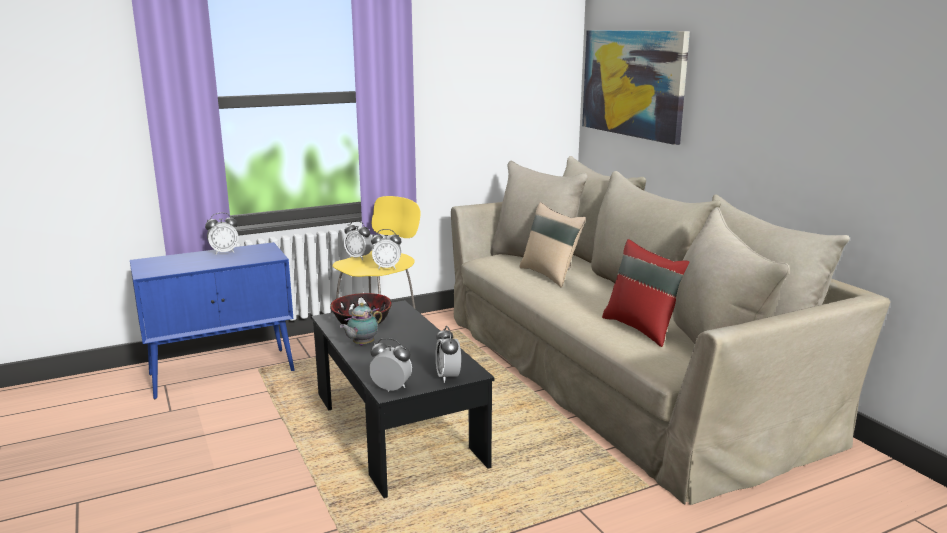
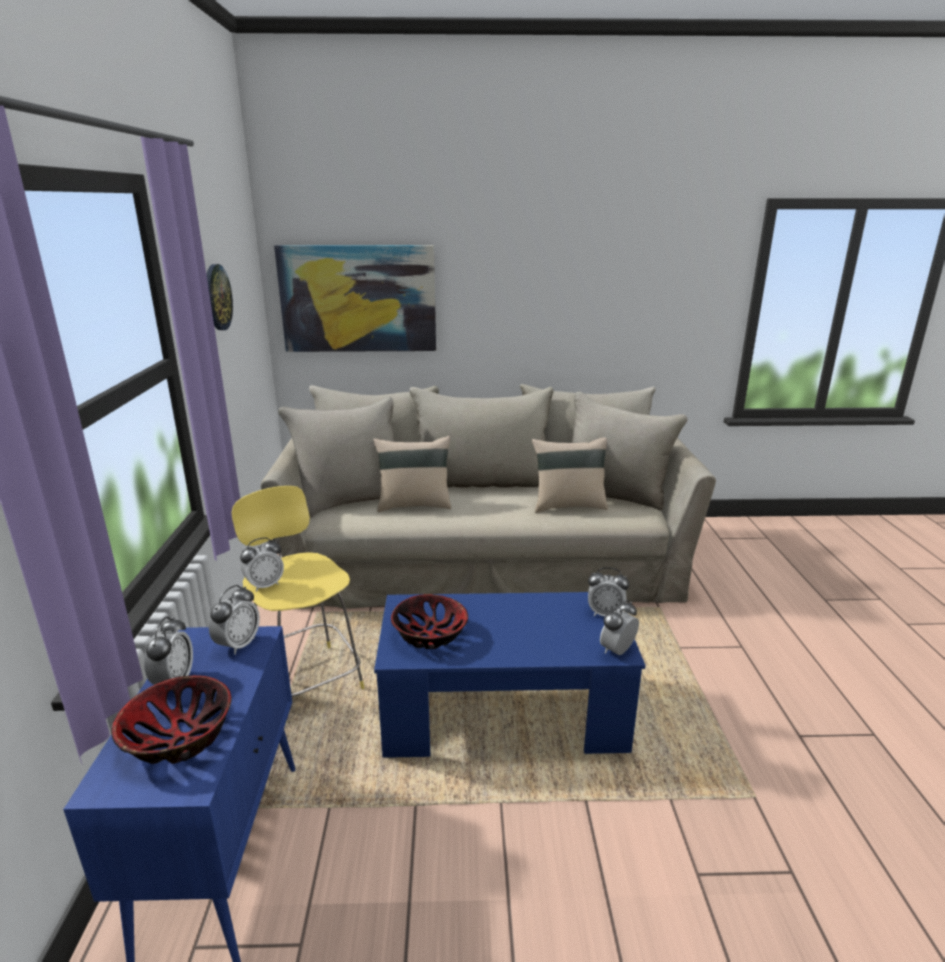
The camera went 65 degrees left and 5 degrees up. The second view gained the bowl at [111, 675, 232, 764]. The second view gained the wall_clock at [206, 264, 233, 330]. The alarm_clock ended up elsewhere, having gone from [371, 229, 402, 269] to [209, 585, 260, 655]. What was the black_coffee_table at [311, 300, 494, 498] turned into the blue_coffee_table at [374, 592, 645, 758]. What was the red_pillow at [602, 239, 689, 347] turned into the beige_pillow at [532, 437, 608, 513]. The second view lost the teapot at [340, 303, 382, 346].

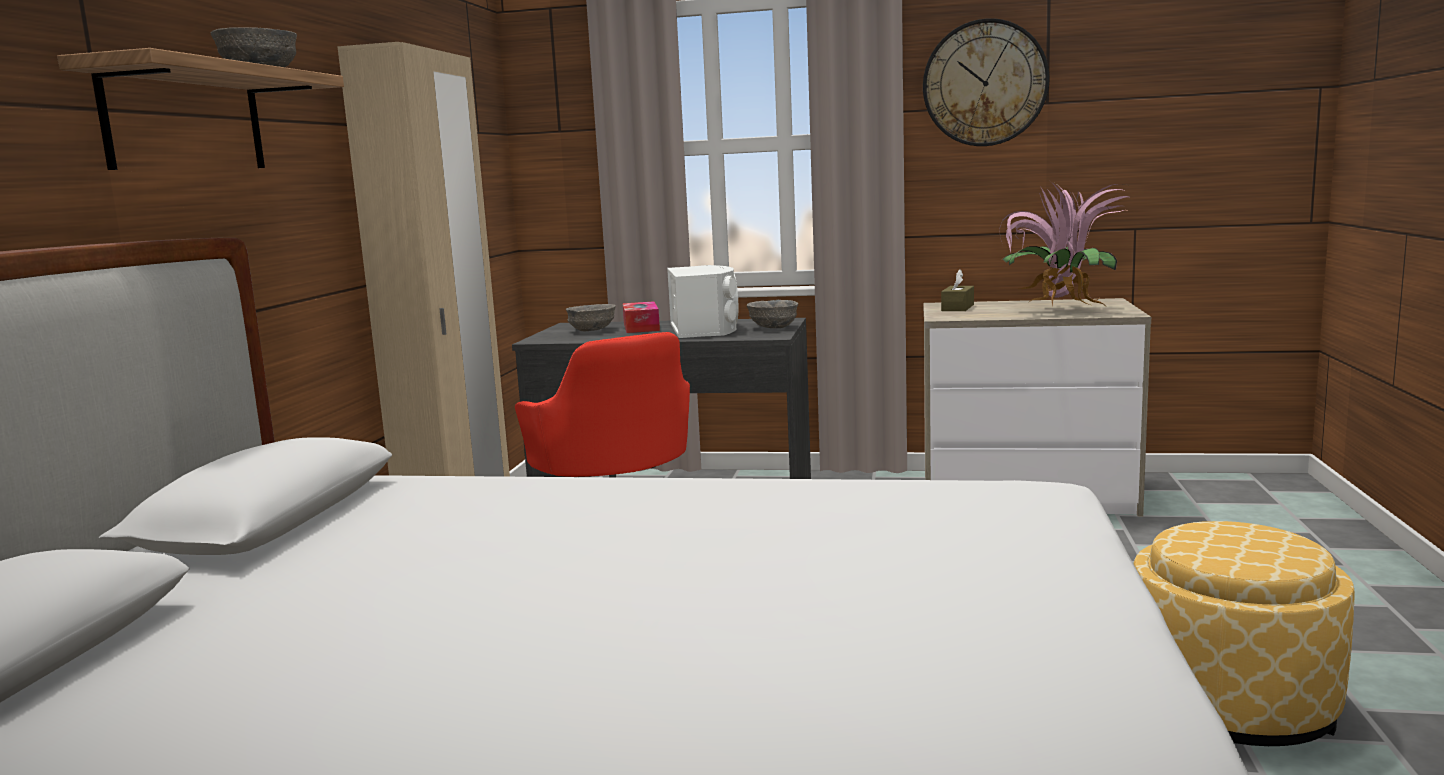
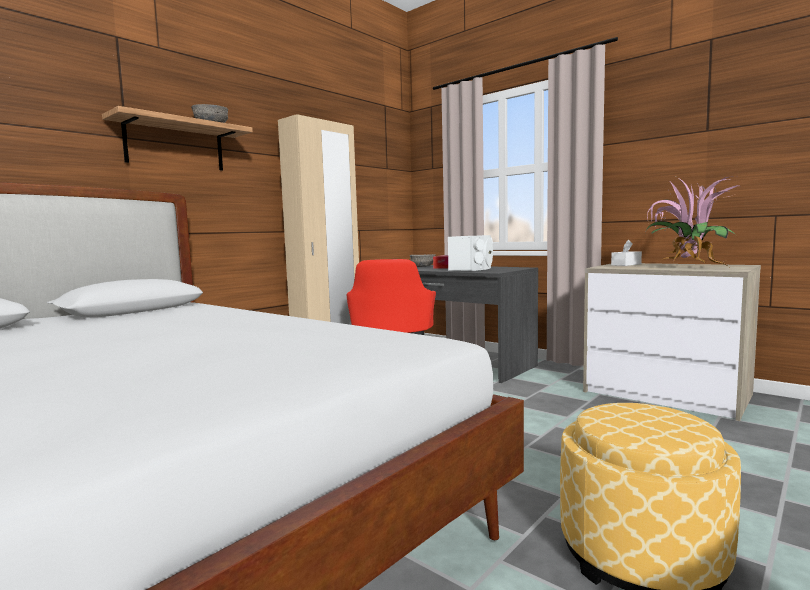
The camera went 30 degrees right and 5 degrees down. What was the brown_tissue_box at [941, 269, 974, 311] turned into the white_tissue_box at [611, 240, 642, 266]. The second view lost the grey_bowl at [747, 300, 798, 328]. The second view lost the wall_clock at [923, 18, 1049, 146].

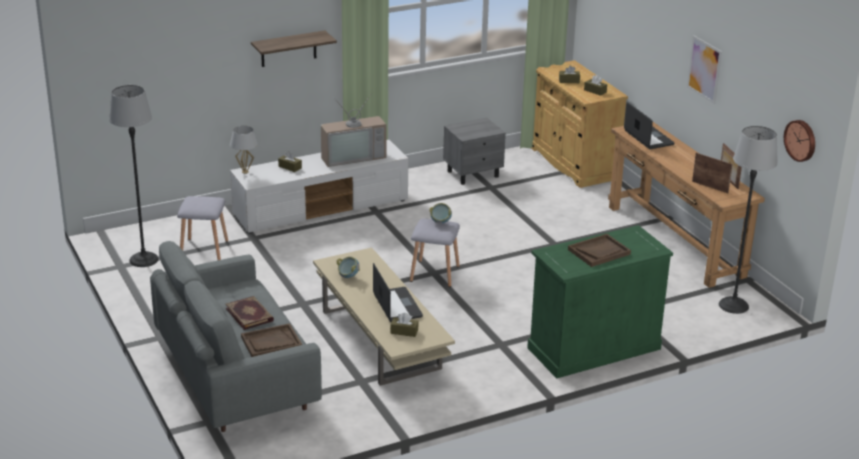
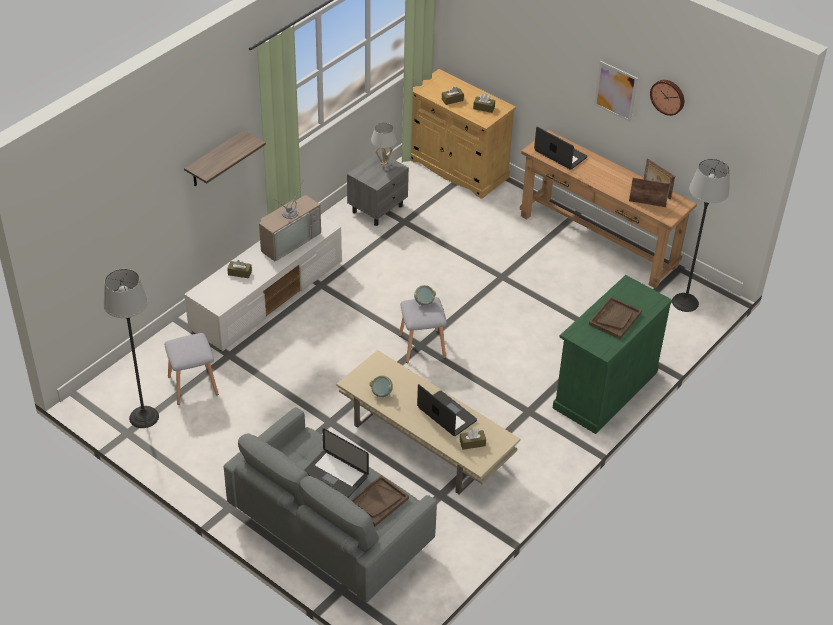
The camera went 25 degrees left and 15 degrees up. Where the book stood at [225, 296, 274, 330], the laptop came to stand at [304, 428, 369, 498]. The white_table_lamp ended up elsewhere, having gone from [230, 126, 258, 174] to [371, 123, 397, 165]. The wall_clock ended up elsewhere, having gone from [784, 120, 815, 162] to [650, 80, 684, 116].

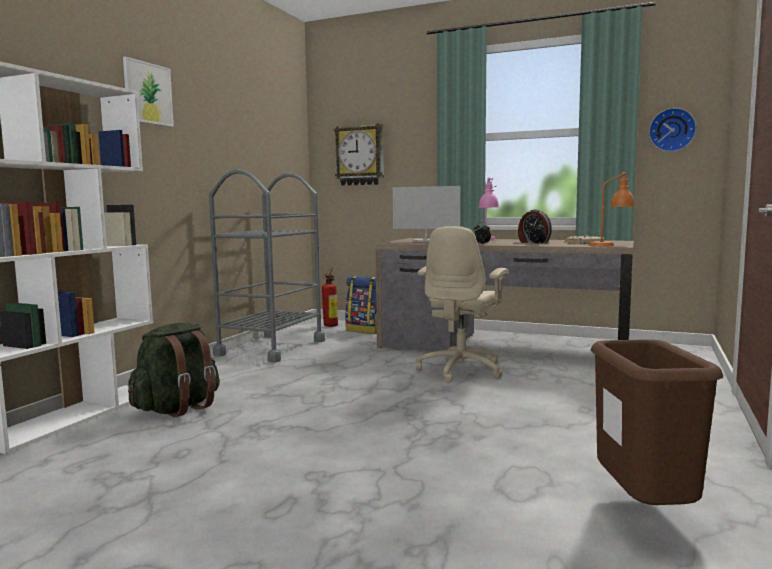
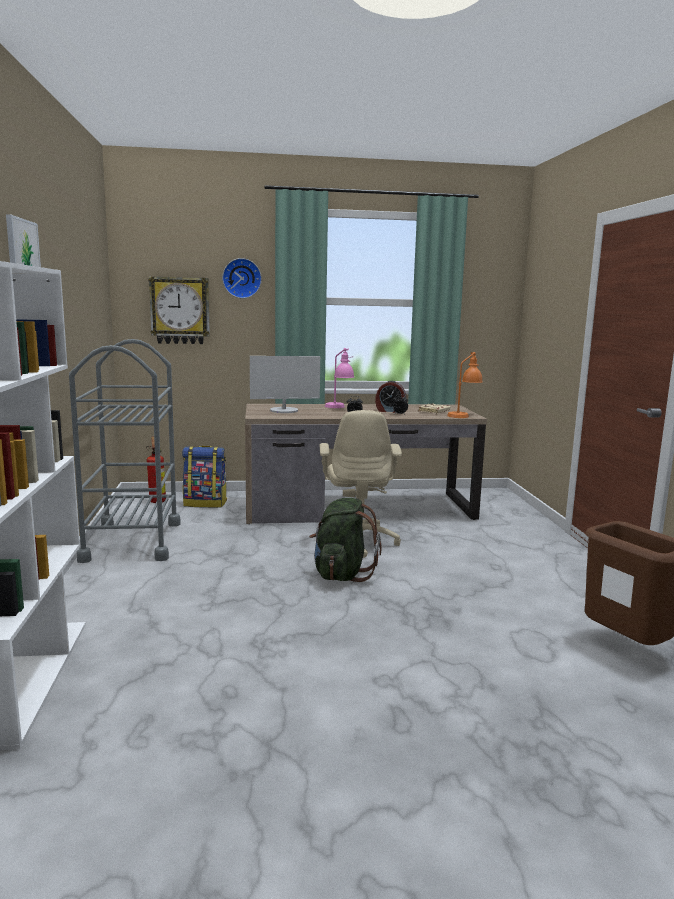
The camera went 30 degrees left and 5 degrees up. The wall_clock ended up elsewhere, having gone from [649, 108, 696, 152] to [222, 258, 262, 299]. The green_backpack ended up elsewhere, having gone from [128, 323, 220, 417] to [309, 498, 382, 582].

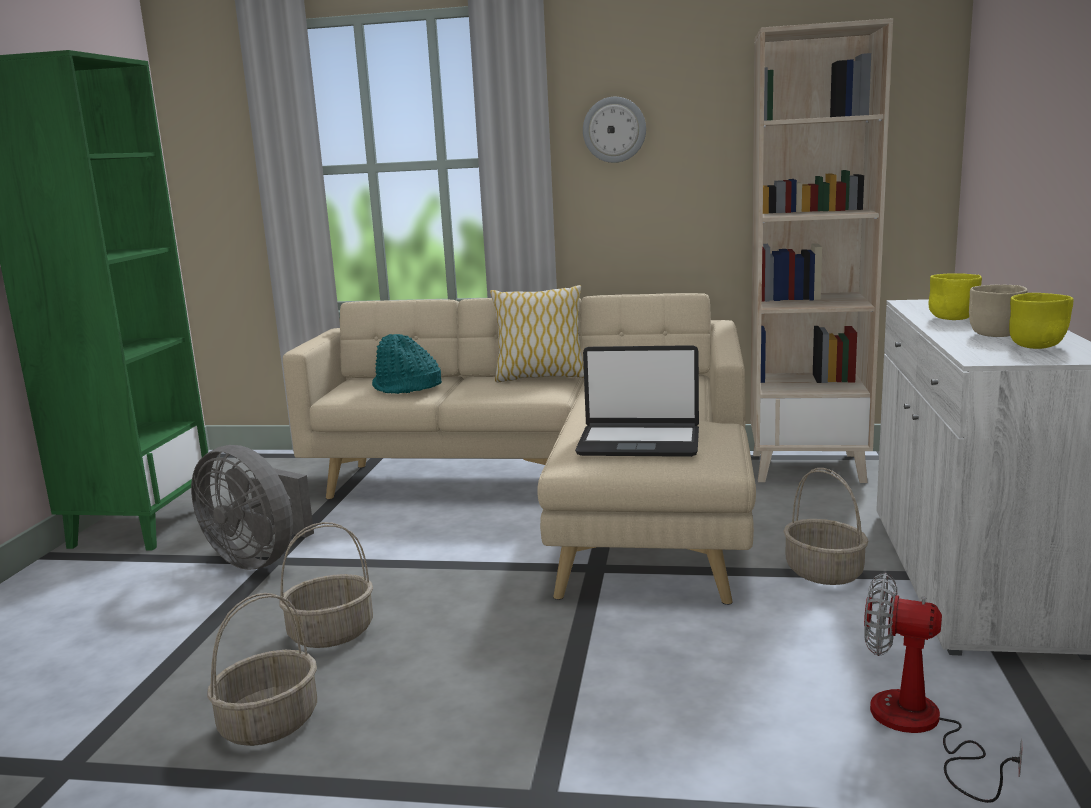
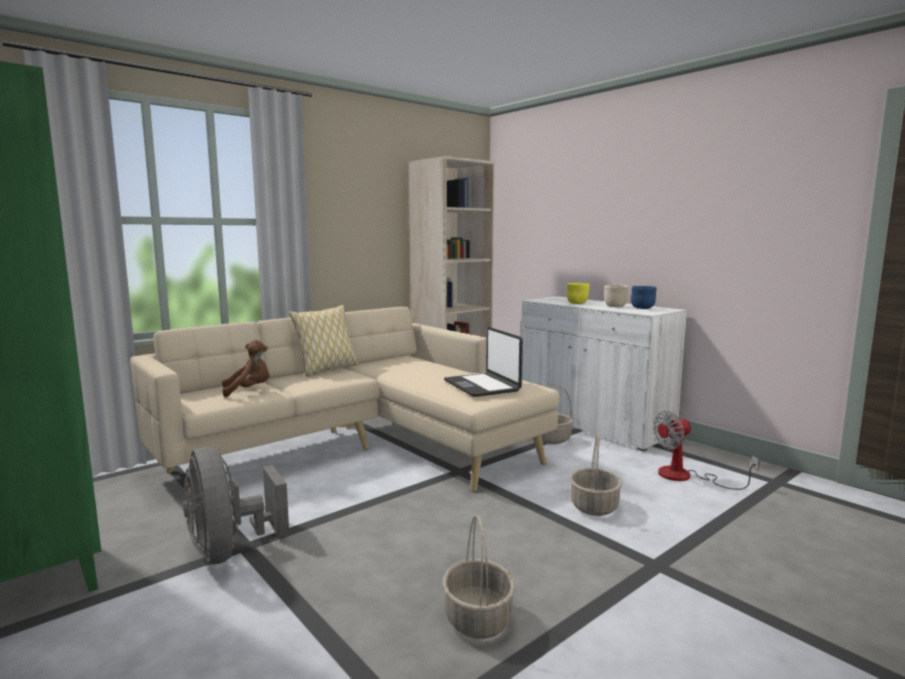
The camera went 50 degrees left and 5 degrees down. The grey_fan at [191, 445, 314, 570] ended up facing another way, 75 degrees clockwise from before. Where the turquoise_hat stood at [372, 334, 442, 394], the brown_plush_toy came to stand at [222, 340, 269, 397]. The laptop at [575, 345, 699, 457] ended up facing another way, 105 degrees clockwise from before. The basket ended up elsewhere, having gone from [280, 522, 373, 648] to [570, 432, 622, 516]. What was the yellow_bowl at [1009, 293, 1074, 349] turned into the blue_bowl at [631, 286, 656, 309]. The second view lost the wall_clock at [583, 97, 646, 163].

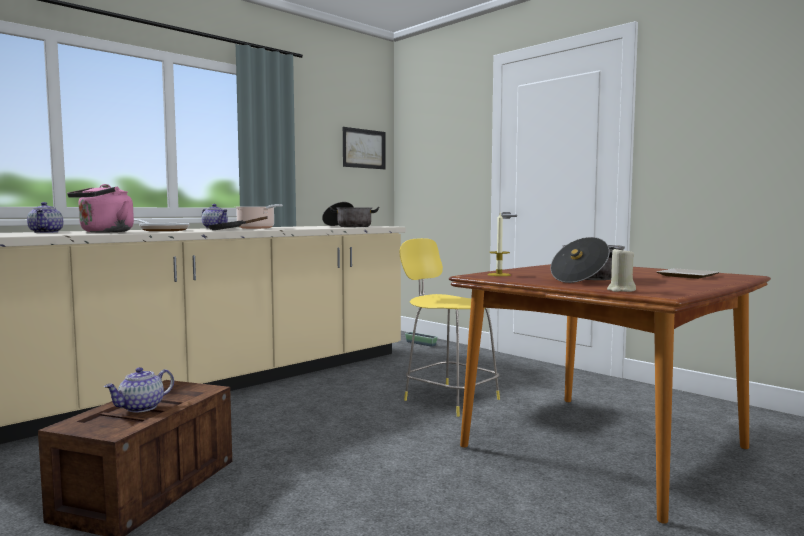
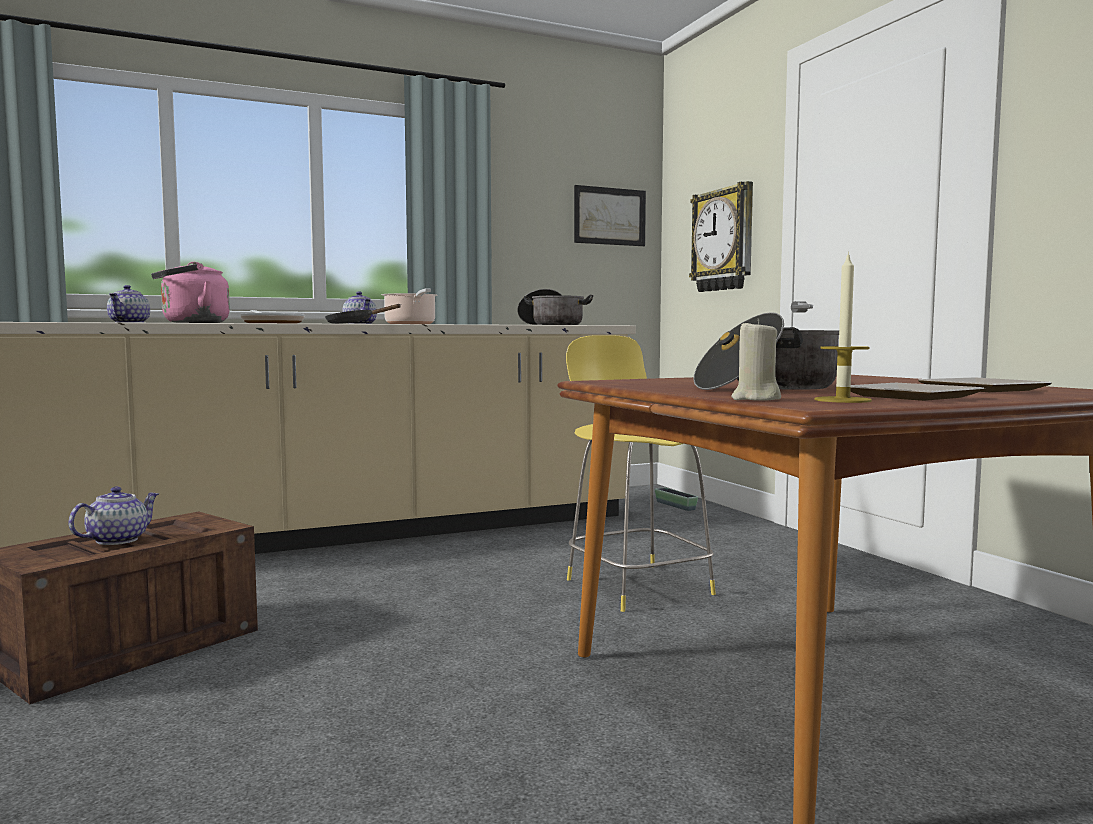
The camera went 20 degrees right and 0 degrees up. The teapot at [104, 367, 174, 413] ended up facing another way, 150 degrees clockwise from before. The second view gained the wall_clock at [689, 181, 753, 292]. The candle ended up elsewhere, having gone from [487, 213, 511, 276] to [815, 252, 872, 403]. The second view gained the plate at [850, 383, 985, 401].

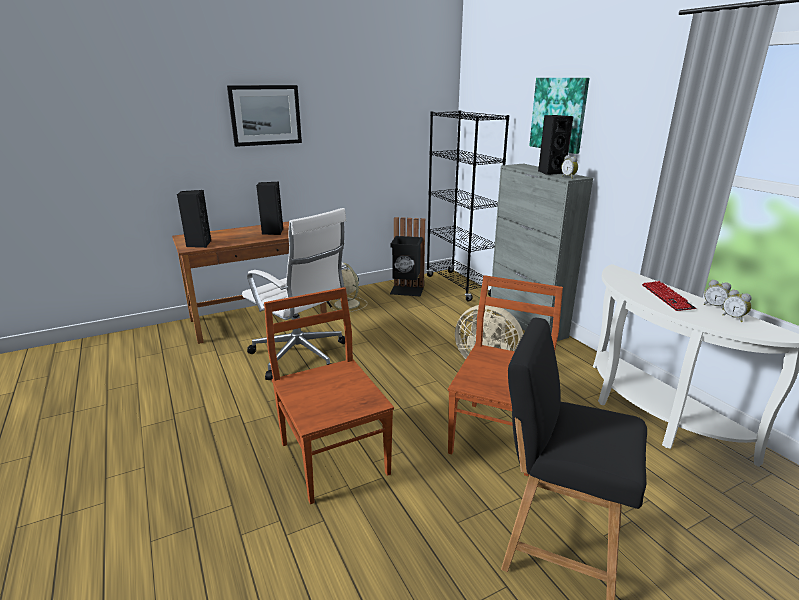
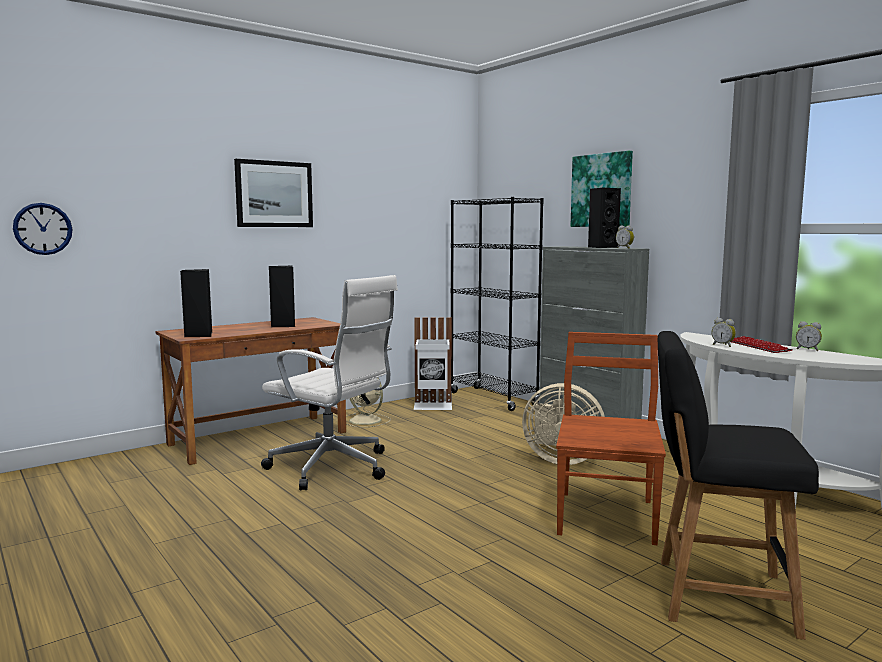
The camera went 10 degrees left and 15 degrees down. The second view gained the wall_clock at [13, 203, 72, 255]. What was the black_trash_can at [390, 217, 425, 296] turned into the white_trash_can at [414, 317, 452, 410]. The alarm_clock ended up elsewhere, having gone from [722, 289, 752, 322] to [712, 318, 736, 347]. The second view lost the brown_chair at [264, 287, 394, 504].

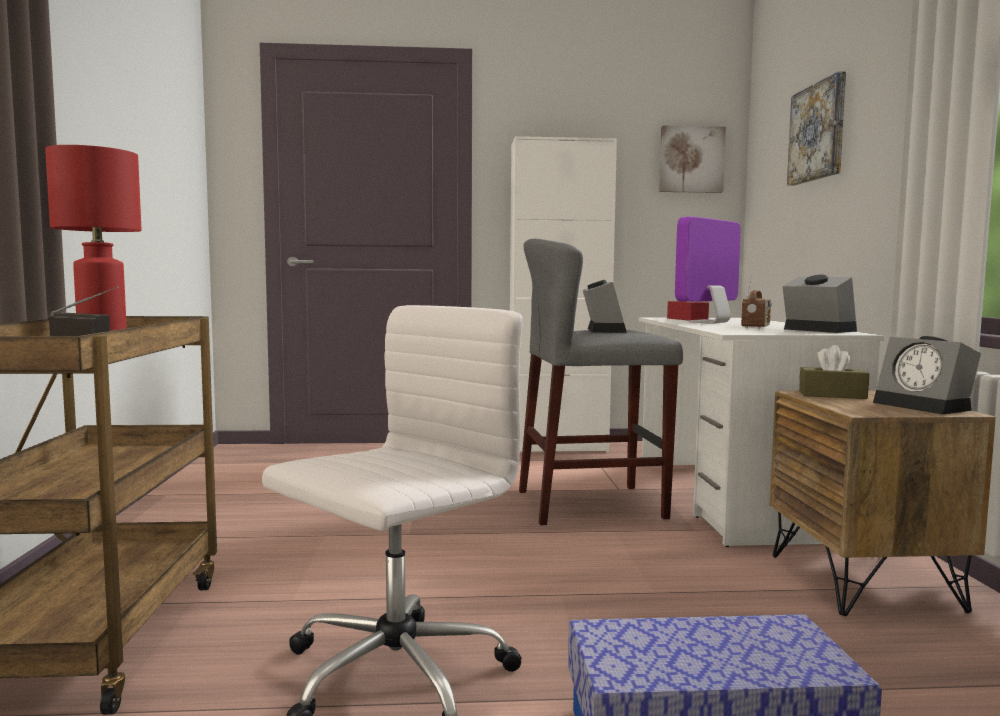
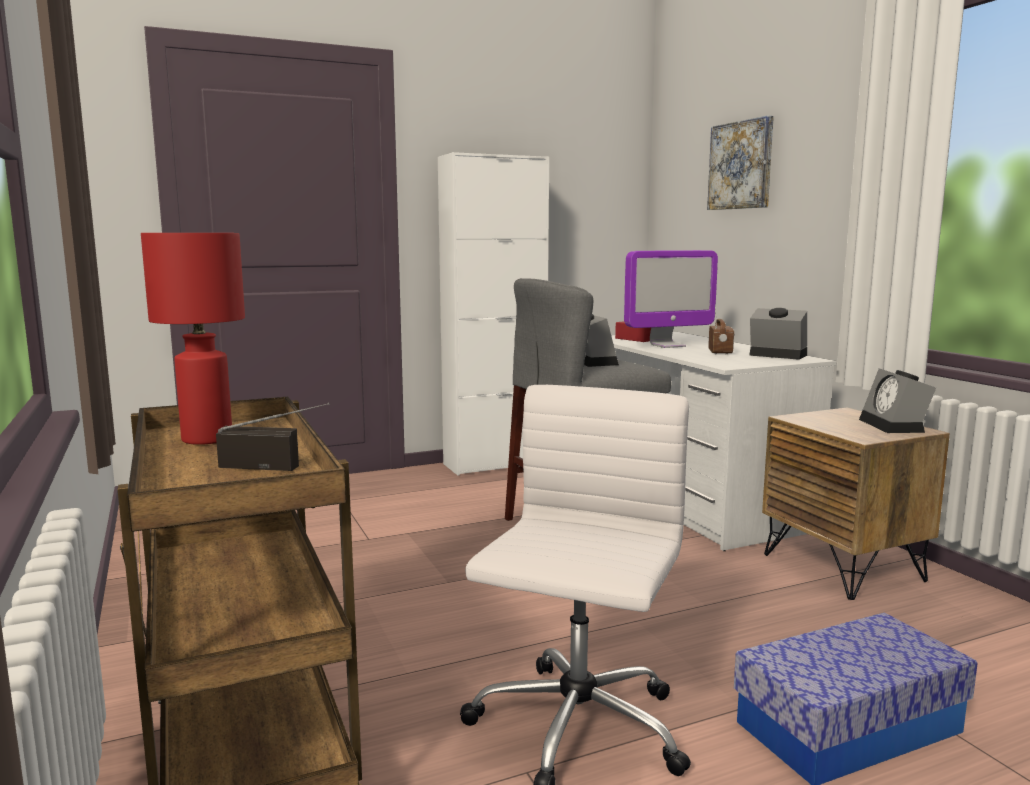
The camera went 20 degrees left and 5 degrees up. The monitor at [675, 216, 741, 324] ended up facing another way, 135 degrees counterclockwise from before. The alarm_clock at [873, 336, 981, 415] ended up facing another way, 45 degrees clockwise from before. The second view lost the picture at [659, 125, 726, 193]. The second view lost the brown_tissue_box at [799, 345, 869, 399].

